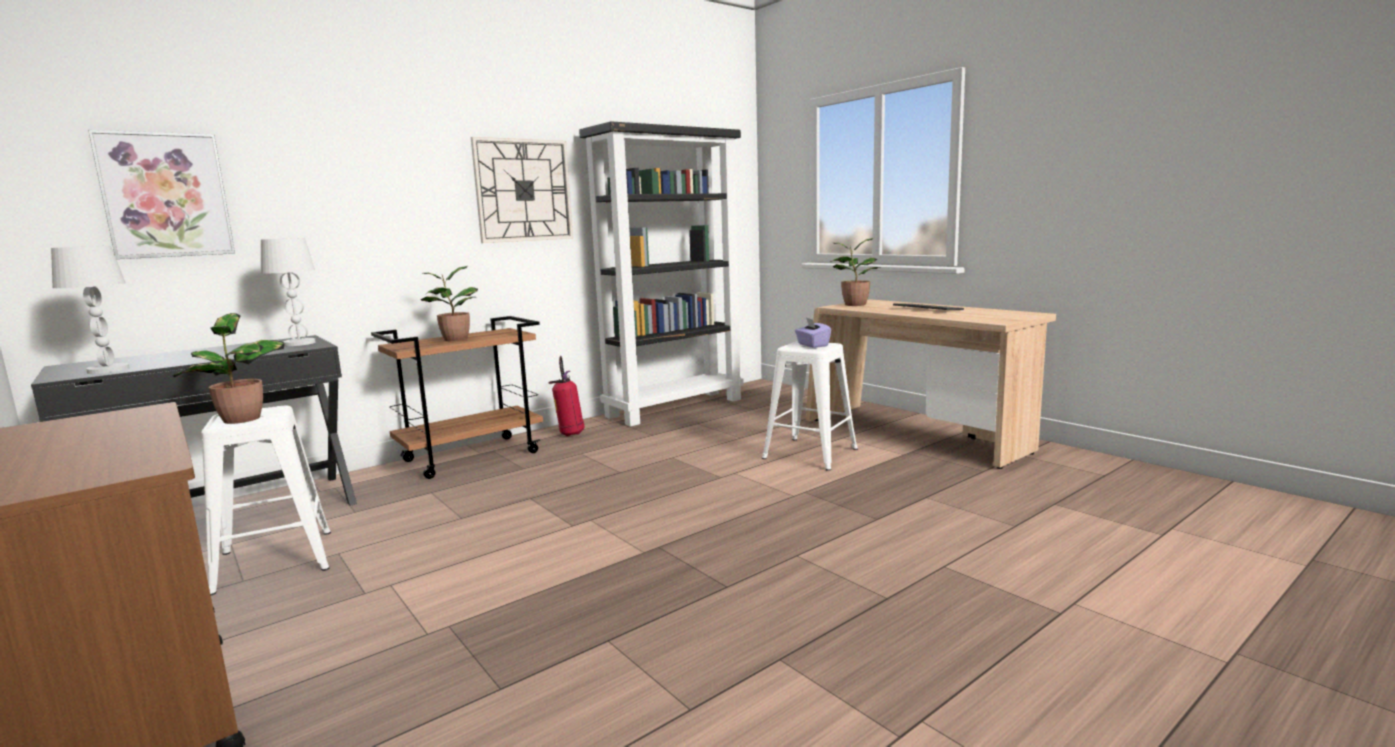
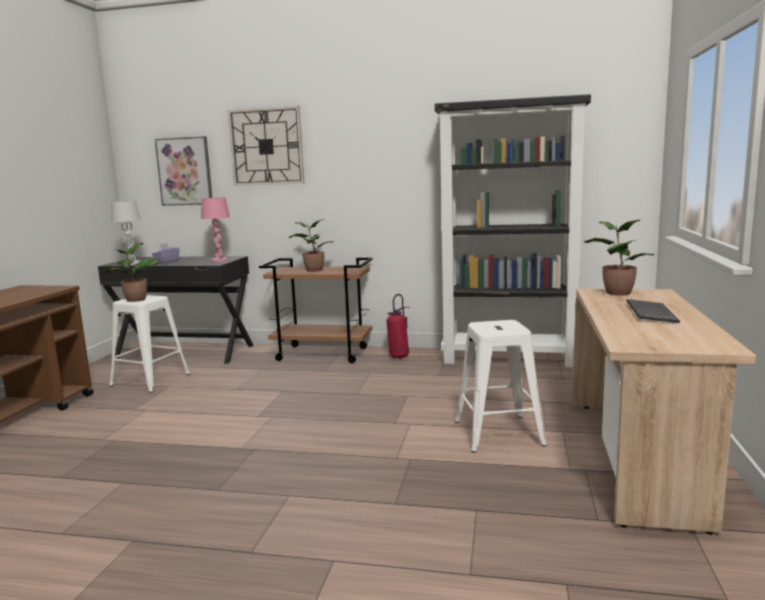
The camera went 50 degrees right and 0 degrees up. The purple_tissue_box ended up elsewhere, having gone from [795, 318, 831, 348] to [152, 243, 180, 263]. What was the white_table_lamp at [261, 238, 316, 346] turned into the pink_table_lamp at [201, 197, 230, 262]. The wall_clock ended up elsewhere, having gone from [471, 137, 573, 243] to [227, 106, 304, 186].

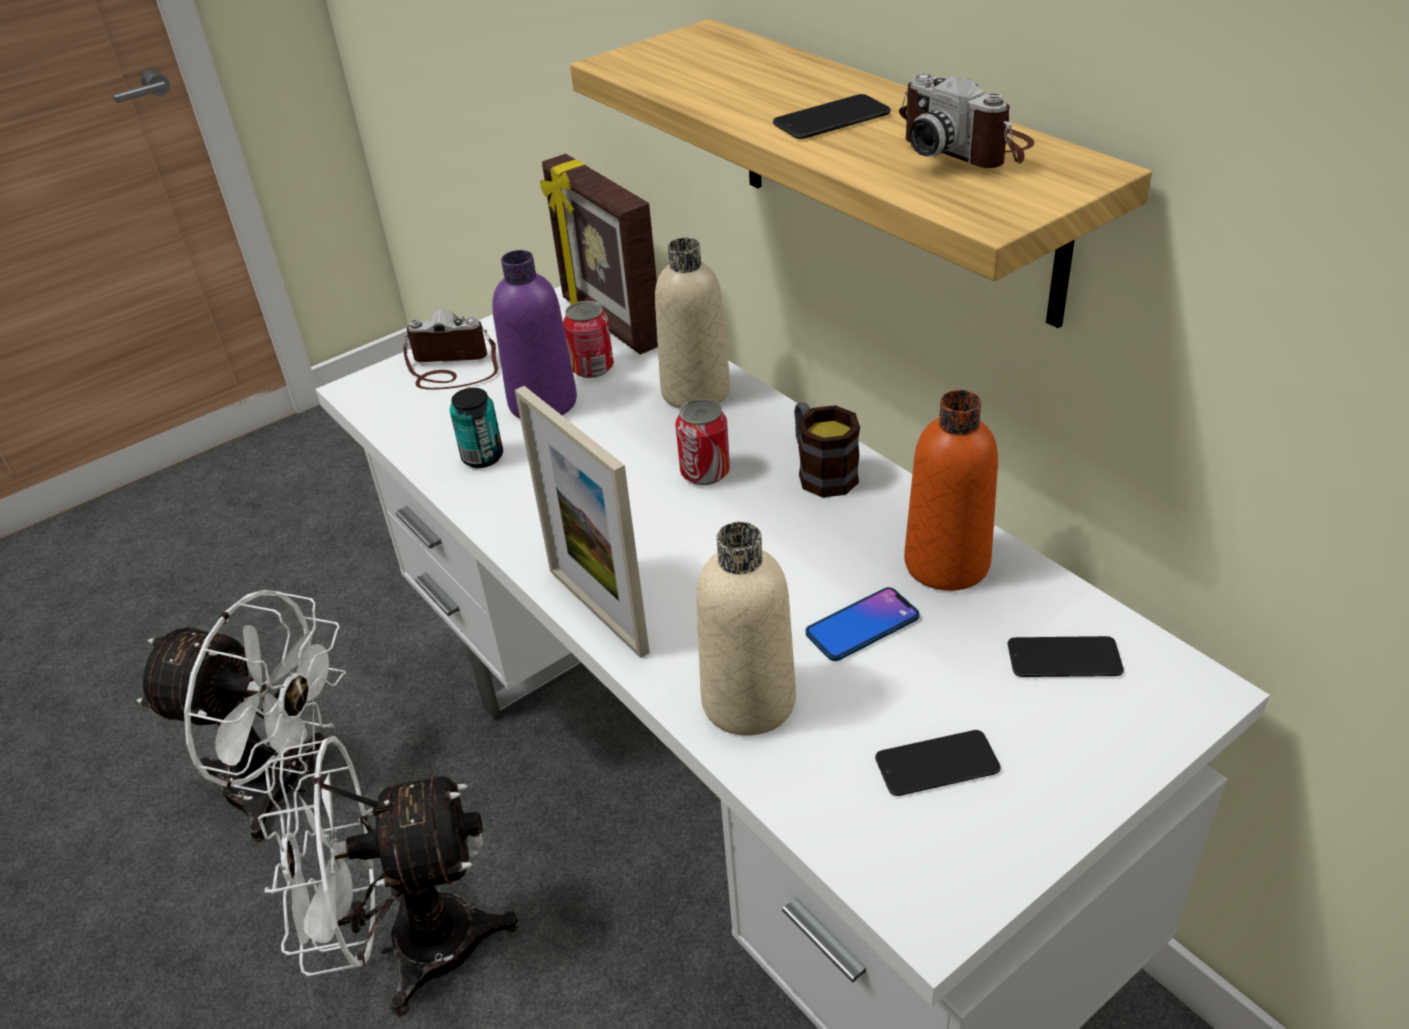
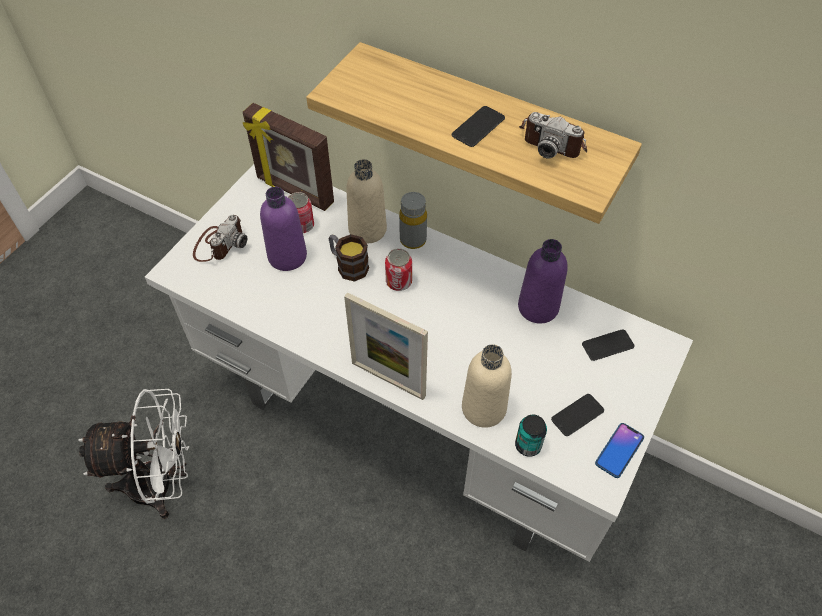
The camera went 25 degrees left and 15 degrees up. The photo_camera at [403, 309, 498, 390] ended up facing another way, 135 degrees clockwise from before. The mug ended up elsewhere, having gone from [794, 402, 860, 498] to [329, 234, 369, 282]. The second view gained the grey_bottle at [399, 192, 427, 249]. The can ended up elsewhere, having gone from [450, 388, 503, 468] to [515, 415, 547, 457]. What was the orange_bottle at [904, 390, 998, 591] turned into the purple_bottle at [518, 239, 568, 324]. The phone ended up elsewhere, having gone from [806, 587, 920, 661] to [595, 423, 644, 478]. The second view lost the white_fan at [258, 736, 519, 1017].

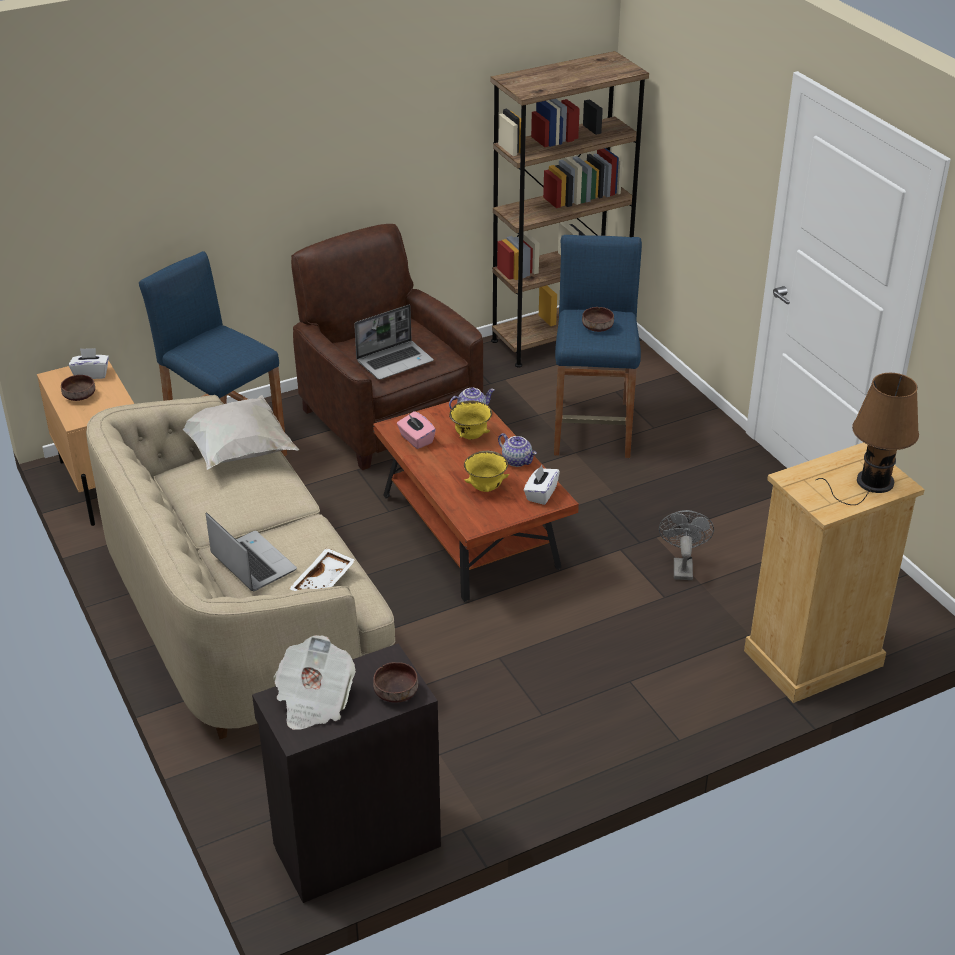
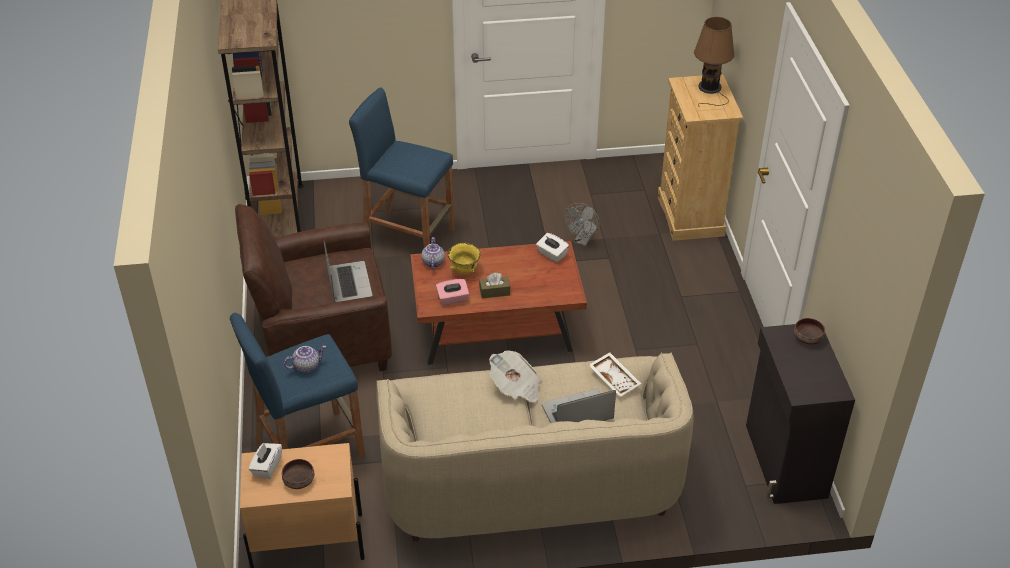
The camera went 70 degrees left and 5 degrees up. The teapot ended up elsewhere, having gone from [498, 433, 537, 467] to [284, 345, 326, 373]. The second view gained the brown_tissue_box at [479, 273, 510, 299]. The newspaper ended up elsewhere, having gone from [274, 635, 356, 730] to [489, 351, 541, 403]. The grey_fan at [659, 510, 714, 580] ended up facing another way, 90 degrees counterclockwise from before. The second view lost the white_pillow at [183, 395, 299, 470]. The second view lost the yellow_bowl at [464, 451, 509, 492]. The second view lost the brown_bowl at [582, 307, 614, 332].

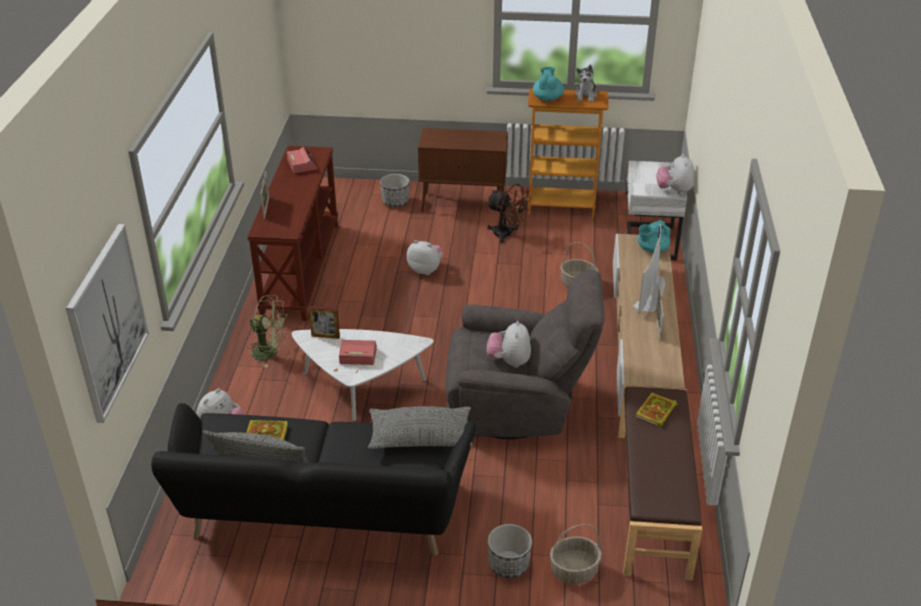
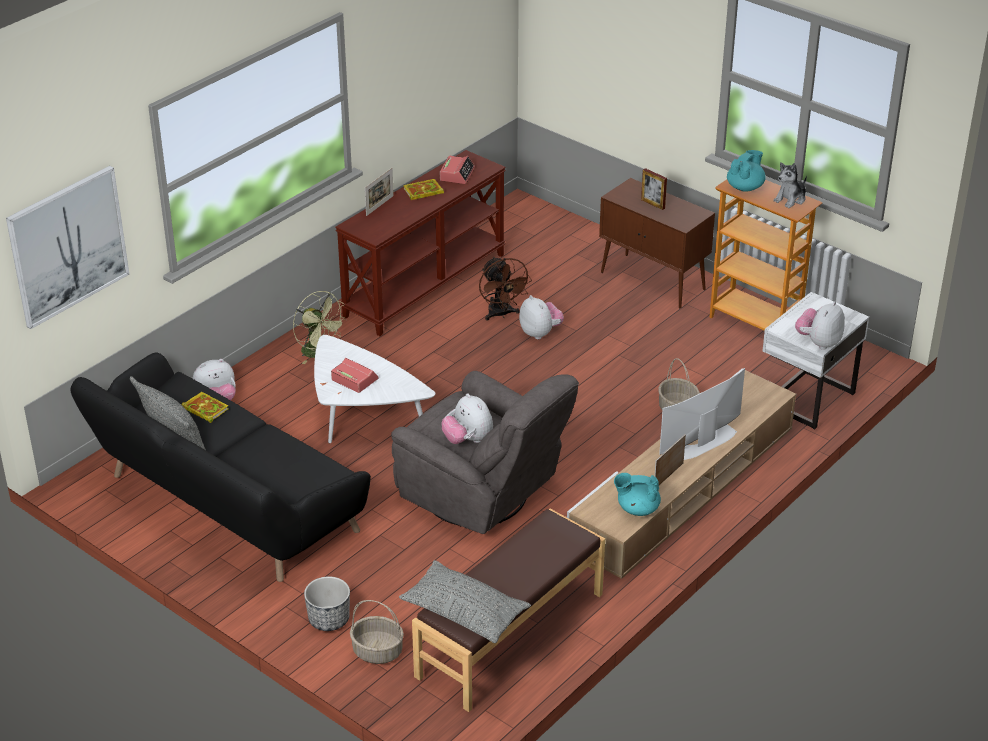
The camera went 35 degrees right and 0 degrees up. The grey_pillow ended up elsewhere, having gone from [368, 406, 473, 449] to [399, 560, 531, 643]. The book ended up elsewhere, having gone from [636, 393, 678, 427] to [403, 179, 444, 200]. The plush_toy at [487, 321, 531, 368] ended up facing another way, 75 degrees counterclockwise from before. The brown_fan ended up elsewhere, having gone from [486, 184, 531, 243] to [479, 257, 532, 321]. The turquoise_teapot ended up elsewhere, having gone from [638, 220, 670, 253] to [614, 473, 661, 516]. The picture_frame ended up elsewhere, having gone from [309, 306, 340, 339] to [641, 168, 667, 210]. The second view lost the planter at [380, 174, 410, 207].

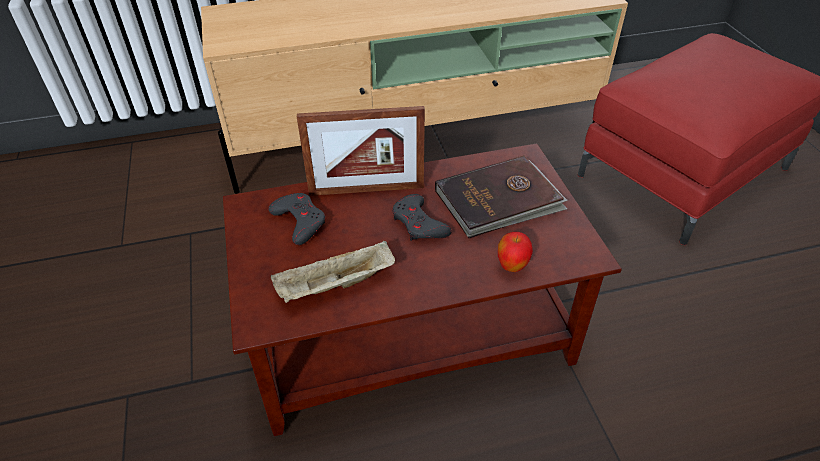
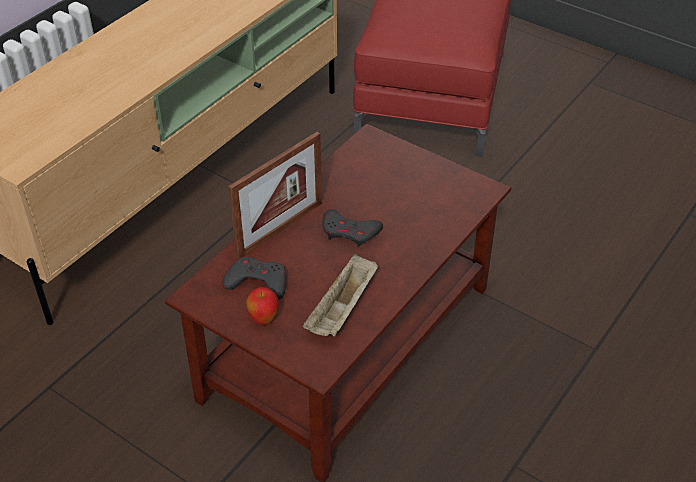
The camera went 40 degrees left and 0 degrees up. The apple ended up elsewhere, having gone from [498, 232, 533, 272] to [246, 287, 279, 325]. The second view lost the brown_book at [435, 155, 568, 238].

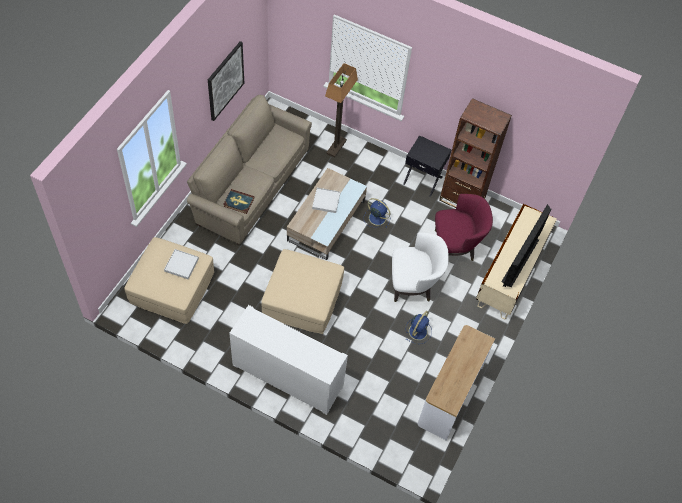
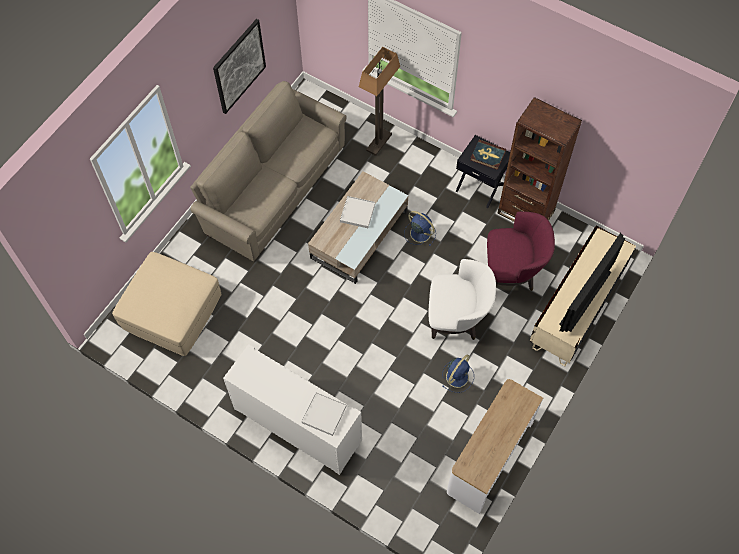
The camera went 10 degrees right and 5 degrees up. The white_tray ended up elsewhere, having gone from [164, 249, 199, 279] to [301, 392, 346, 436]. The book ended up elsewhere, having gone from [223, 189, 254, 214] to [470, 140, 506, 170]. The second view lost the beige_ottoman at [261, 249, 344, 334].

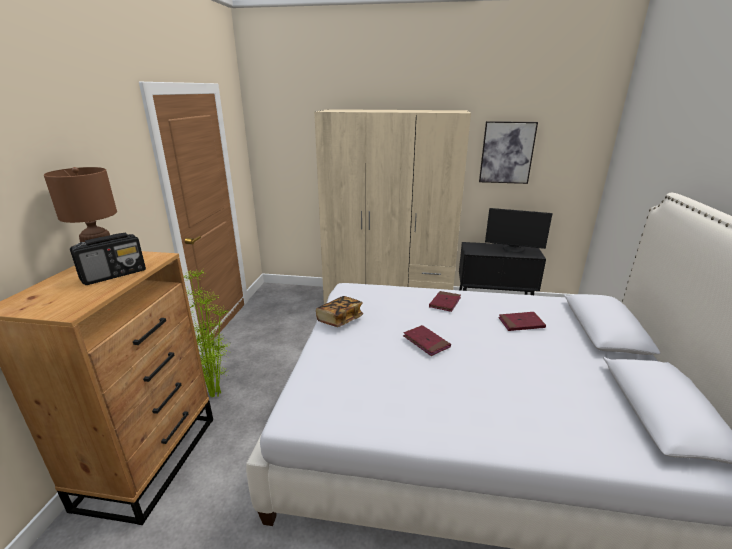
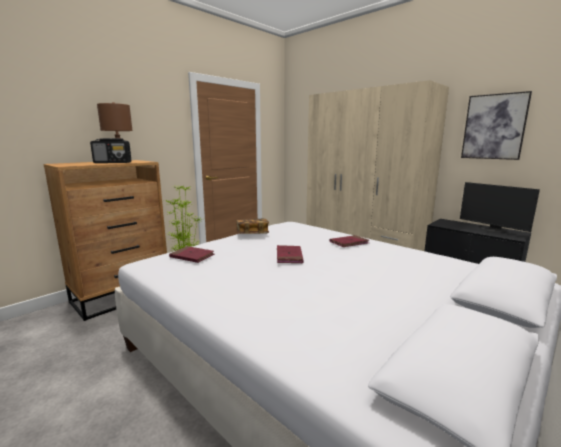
The camera went 35 degrees right and 10 degrees down. The red_book ended up elsewhere, having gone from [498, 312, 546, 331] to [169, 246, 214, 263].

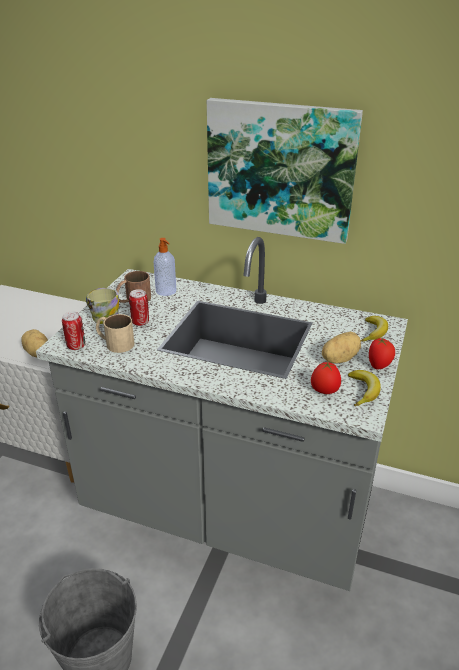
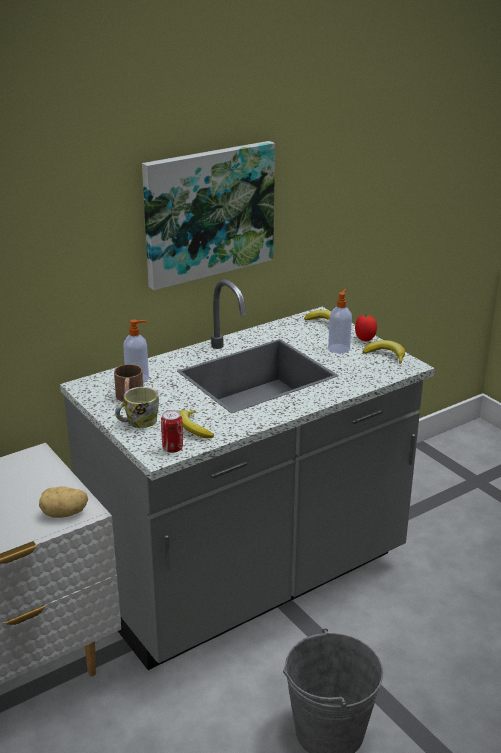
The camera went 55 degrees left and 5 degrees down. Where the beige_mug stood at [96, 314, 134, 353], the banana came to stand at [179, 410, 214, 438]. Where the potato stood at [322, 332, 361, 363], the soap_dispenser came to stand at [328, 289, 352, 354]. The second view lost the can at [129, 289, 149, 326]. The second view lost the tomato at [311, 362, 341, 394].

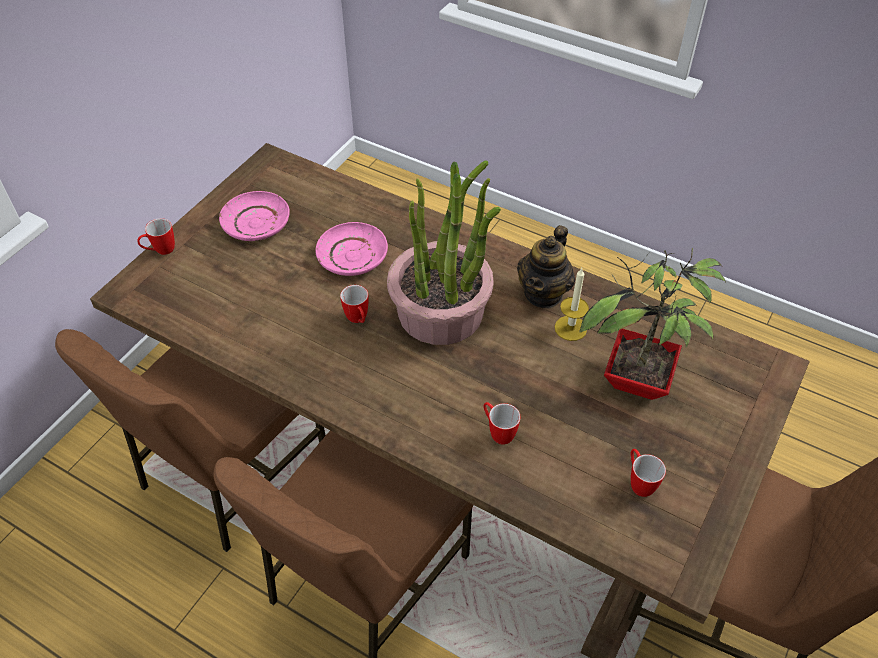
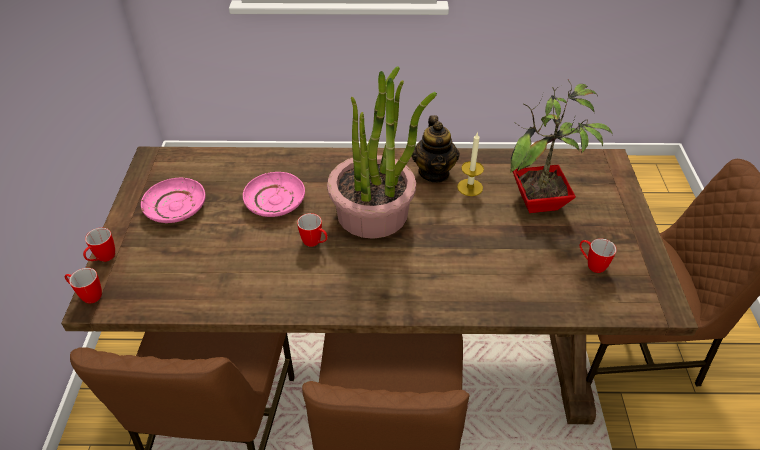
The camera went 30 degrees left and 5 degrees down. The mug ended up elsewhere, having gone from [483, 402, 520, 445] to [65, 268, 102, 303].

